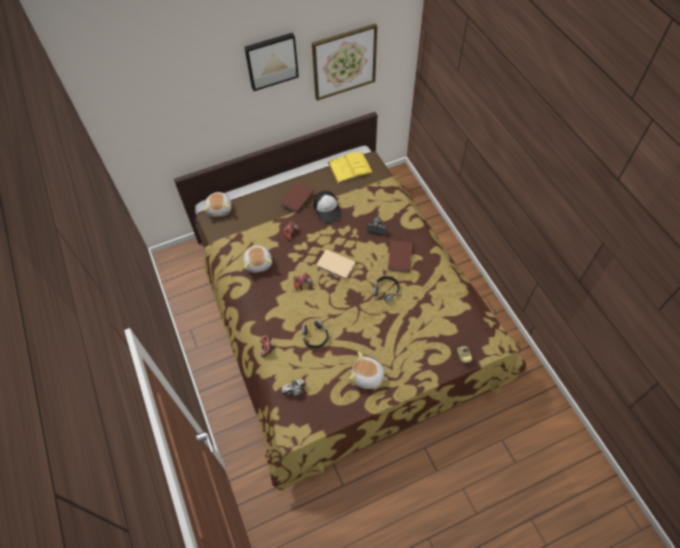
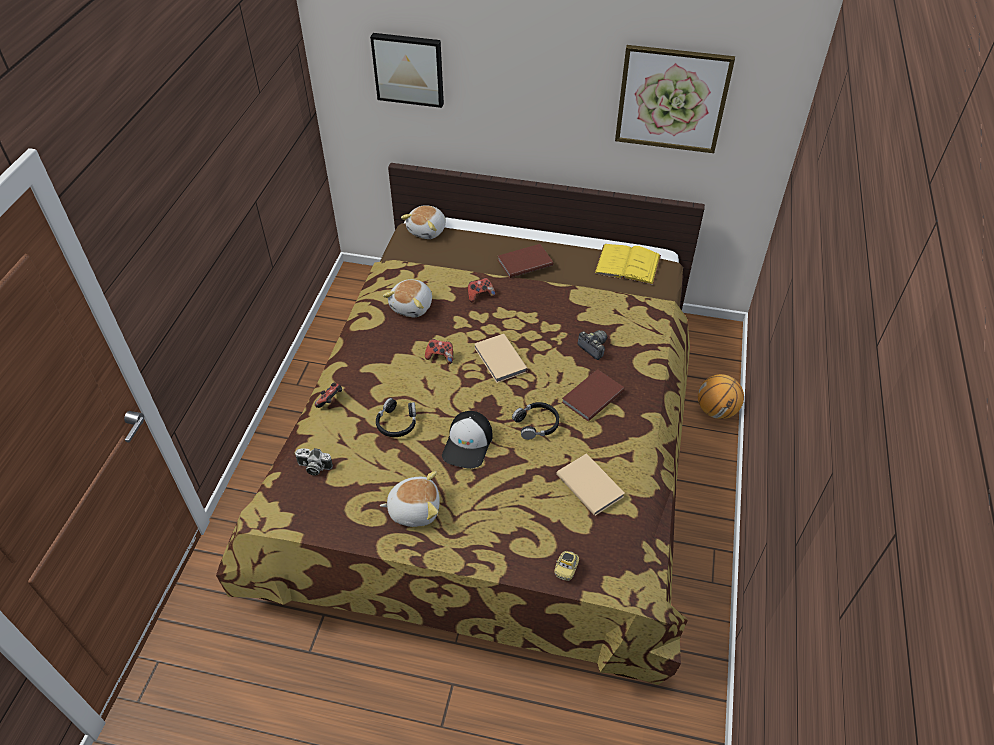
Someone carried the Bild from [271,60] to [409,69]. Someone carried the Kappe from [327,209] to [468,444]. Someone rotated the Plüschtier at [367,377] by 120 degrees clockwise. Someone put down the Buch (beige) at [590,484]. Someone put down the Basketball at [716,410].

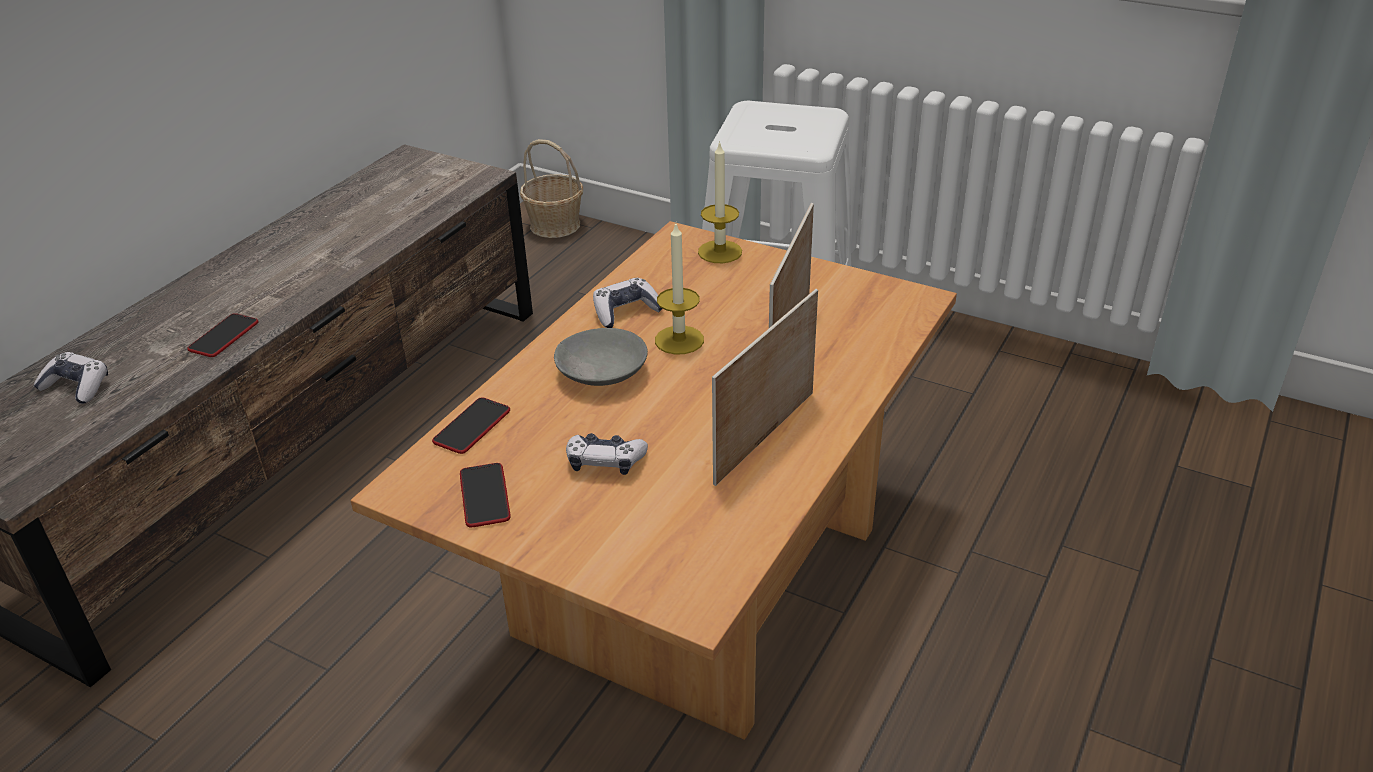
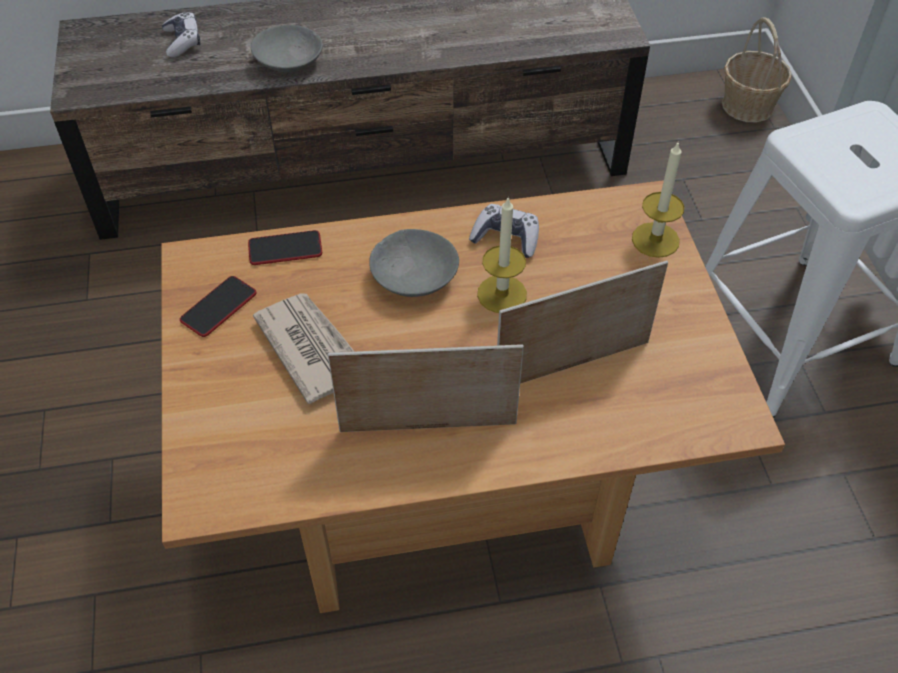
Someone swapped the Handy at [224,336] for the Schüssel (grau) at [290,60]. Someone swapped the Gamepad at [605,462] for the Zeitung at [311,348].

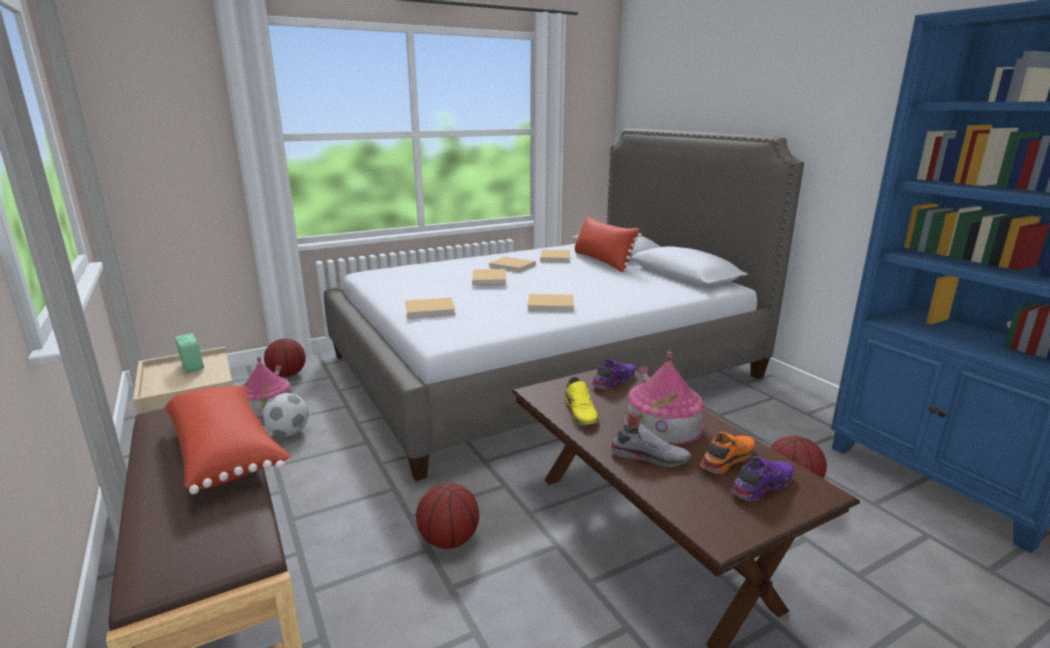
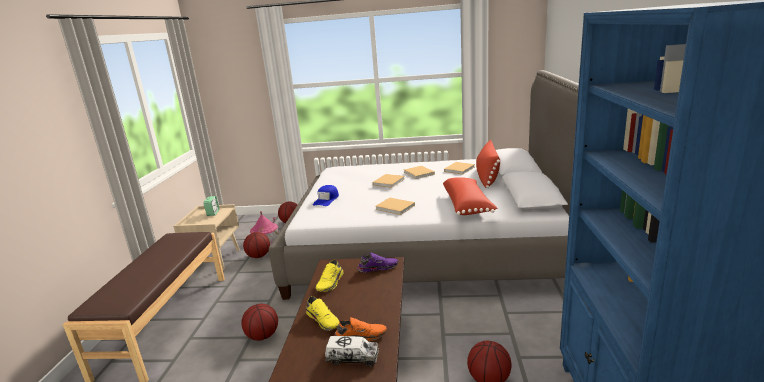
Someone carried the Kissen (rot) from [227,452] to [467,205]. Someone swapped the Fußball at [288,433] for the Basketball at [259,256]. Someone swapped the Buch (beige) at [431,310] for the Kappe (blau) at [326,200]. Someone repainted the Schuh (grau) at [649,456], which became the Schuh (gelb) at [324,320]. Someone took away the Spielzeughaus at [663,424]. Someone swapped the Schuh (lila) at [760,485] for the Spielzeuglaster at [352,358].

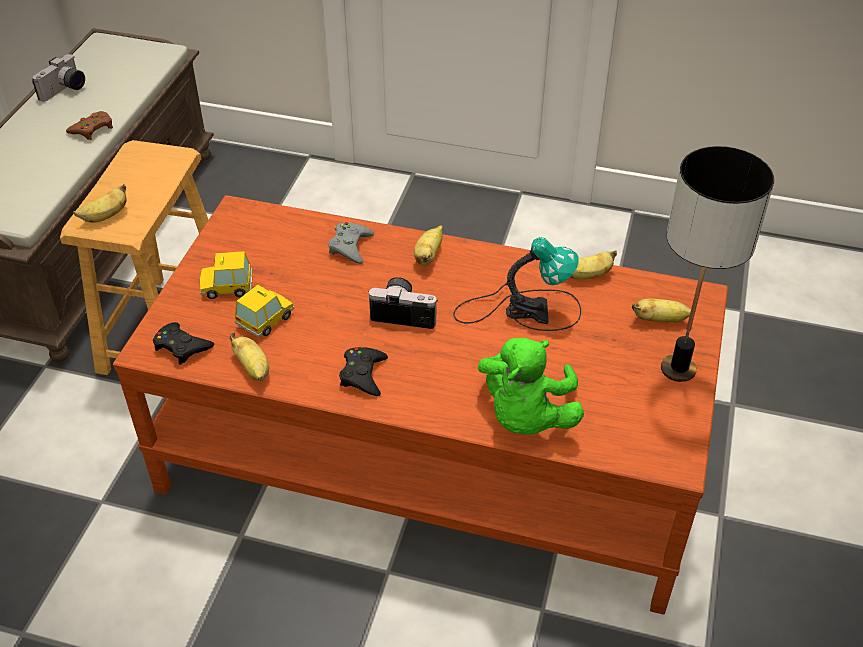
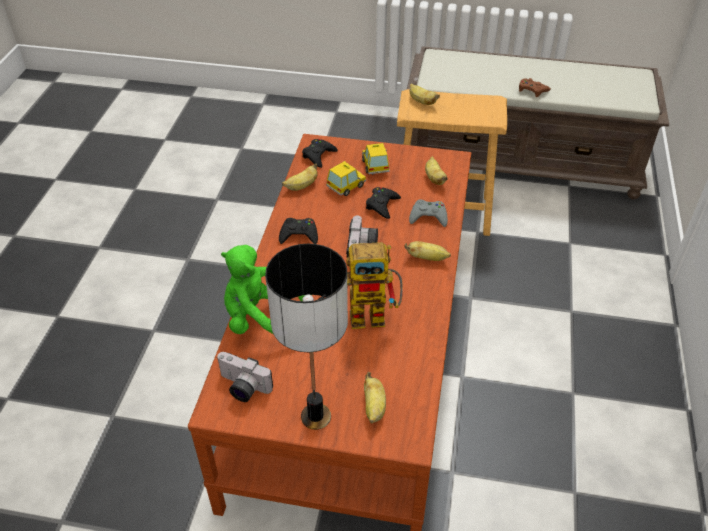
Someone carried the Kamera from [65,90] to [242,387]. Someone rotated the Spielzeugauto at [265,319] by 75 degrees counterclockwise. Someone swapped the Tischlampe at [522,308] for the Spielzeugroboter at [375,315]. Someone carried the Banane from [586,276] to [434,178]. Someone put down the Gamepad (schwarz) at [382,205].

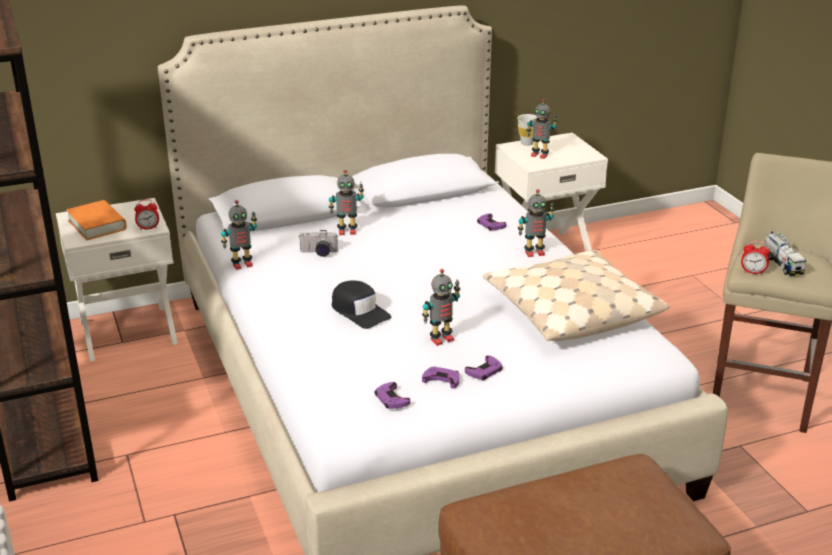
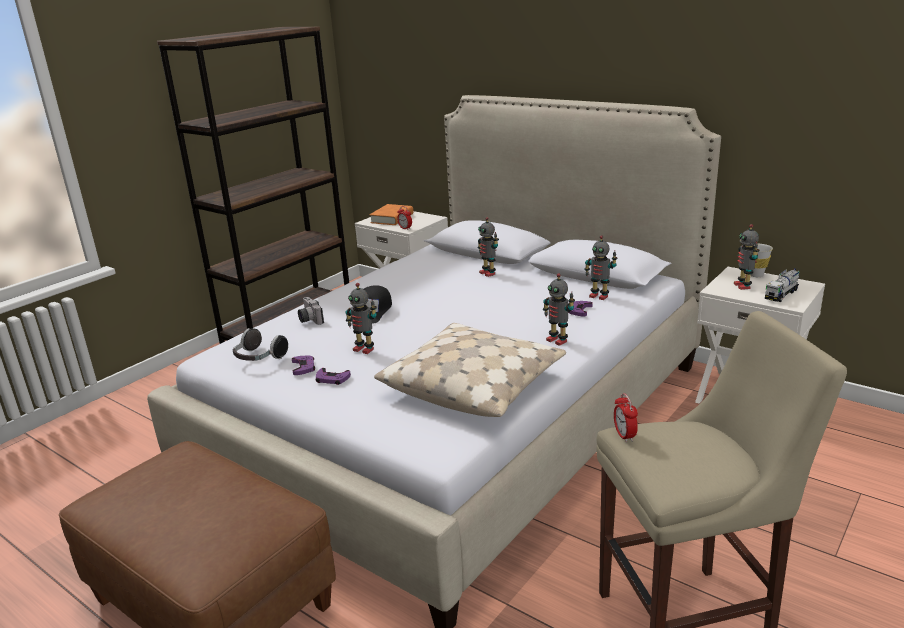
Someone carried the Spielzeugroboter from [242,264] to [599,296]. Someone carried the Kamera from [318,253] to [309,319]. Someone swapped the Gamepad (lila) at [391,399] for the Kopfhörer at [259,358]. Someone carried the Spielzeuglaster from [781,264] to [781,294].

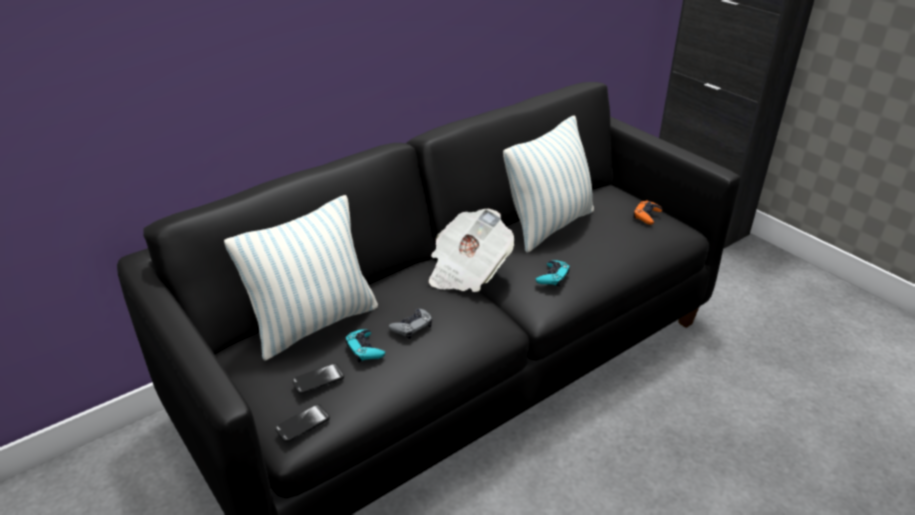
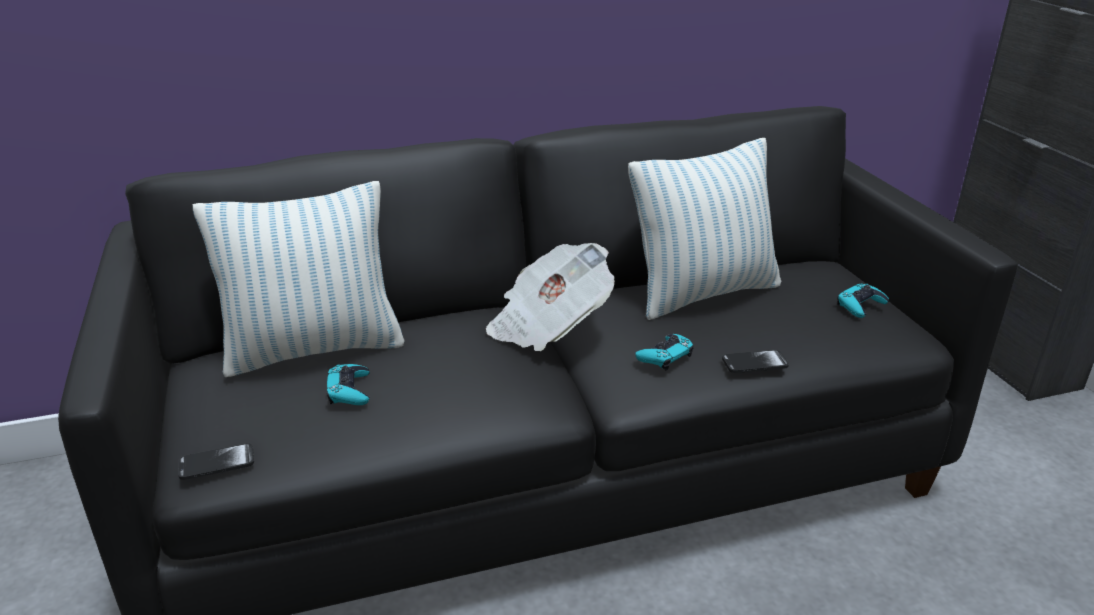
Someone carried the Handy from [318,379] to [754,363]. Someone took away the Gamepad (grau) at [412,326]. Someone repainted the Gamepad (orange) at [646,215], which became the Gamepad (türkis) at [860,305].

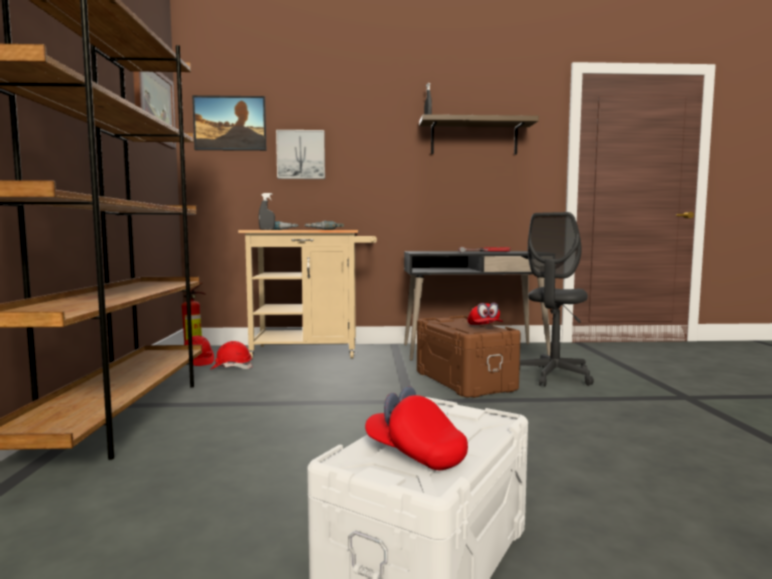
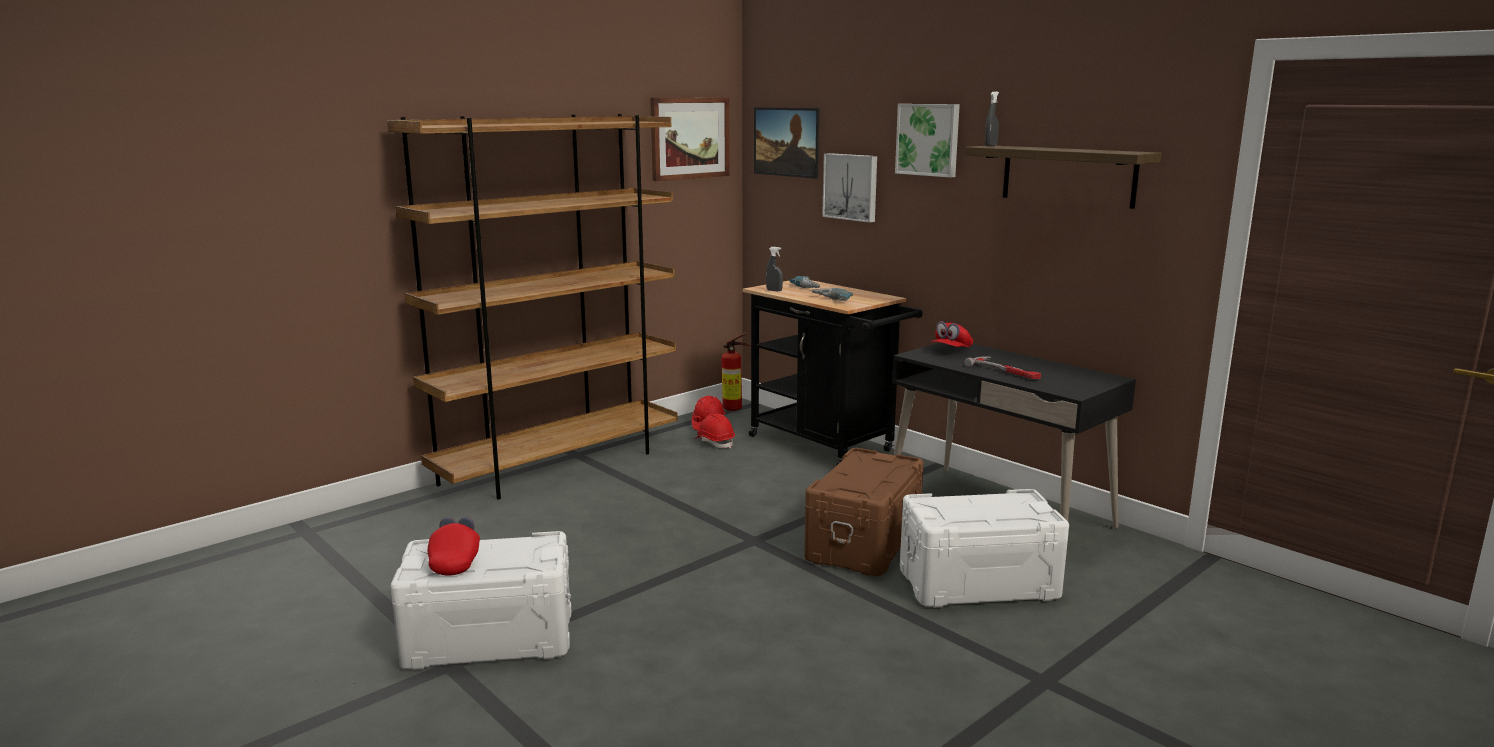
Someone repainted the Rollwagen (beige) at [313,351], which became the Rollwagen (schwarz) at [827,445]. Someone carried the Kappe (rot) from [484,327] to [951,350]. Someone swapped the Bürostuhl (grau) at [553,376] for the Aufbewahrungsbox (weiß) at [977,582]. Someone put up the Bild at [928,139].

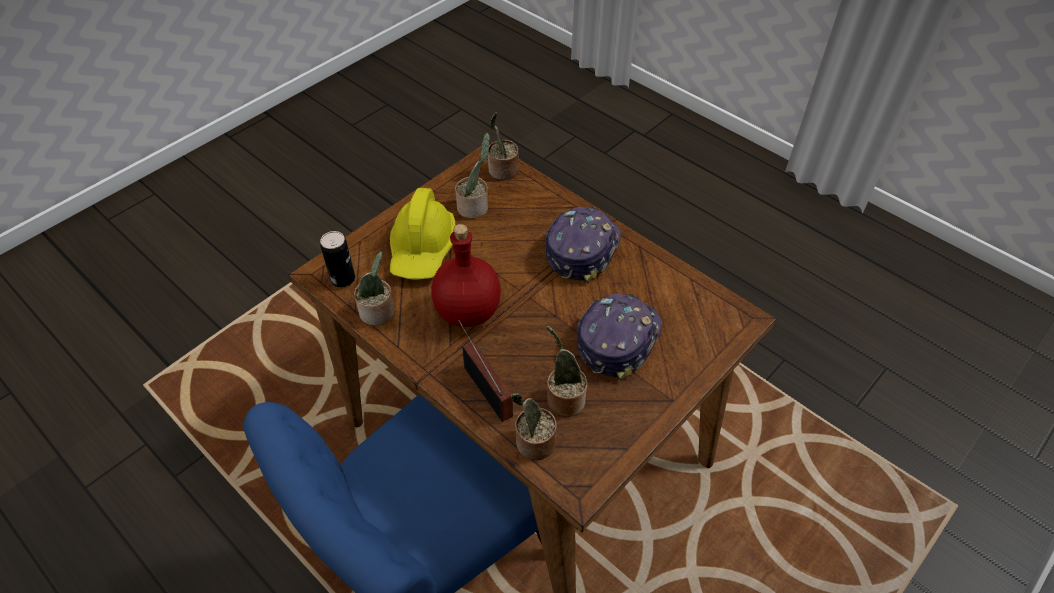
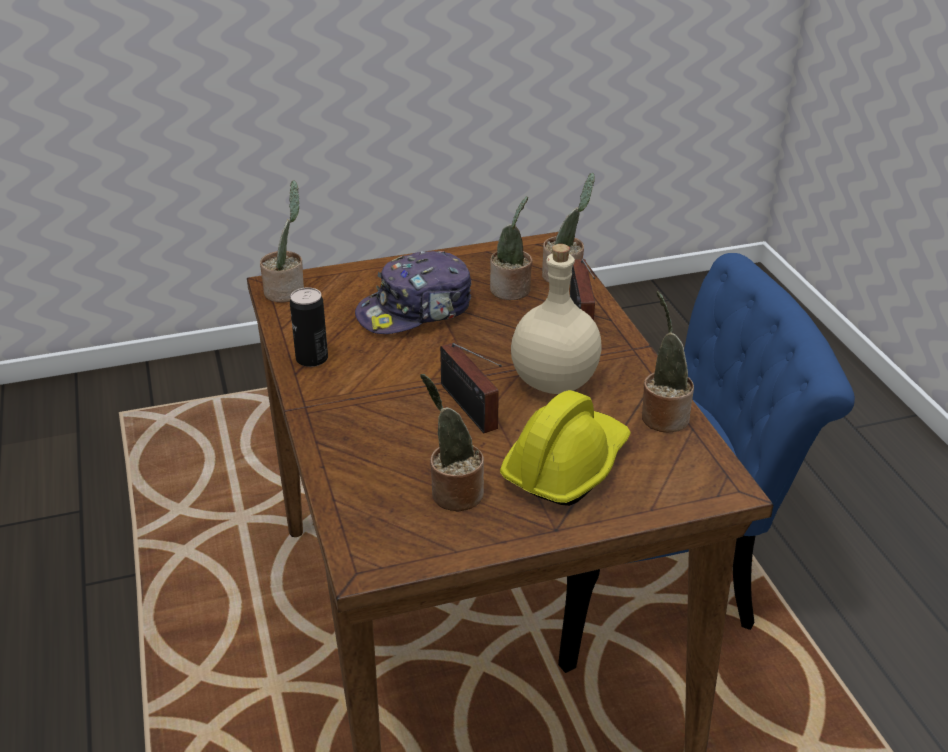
Someone carried the Dose from [343,279] to [312,359]. Someone repainted the Flasche (rot) at [468,311], which became the Flasche (beige) at [553,382]. Someone carried the Topfpflanze from [502,171] to [287,291]. Someone took away the Kappe at [581,249]. Someone put down the Radio at [470,410].

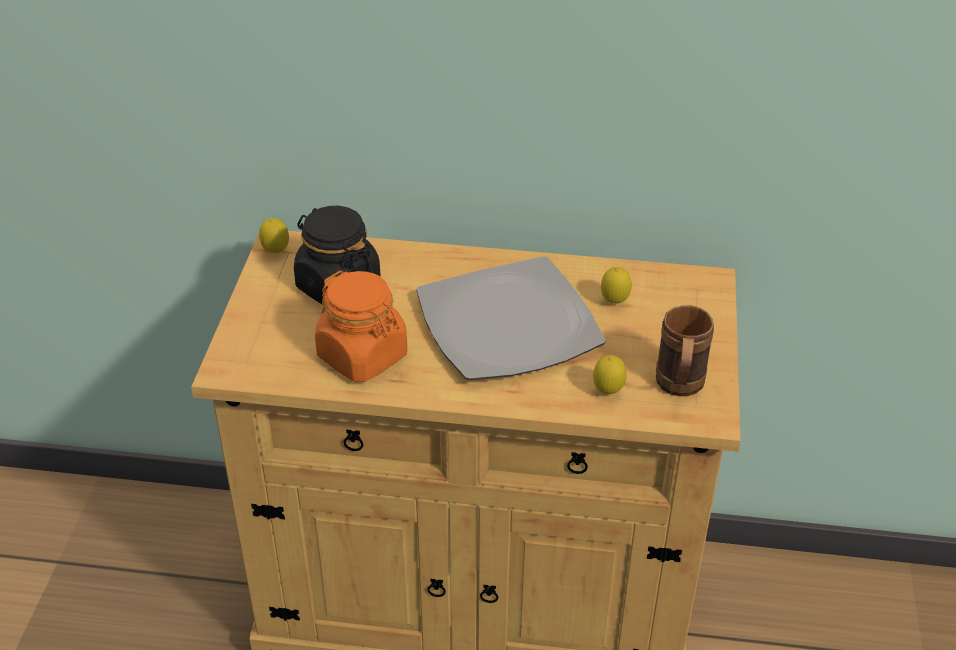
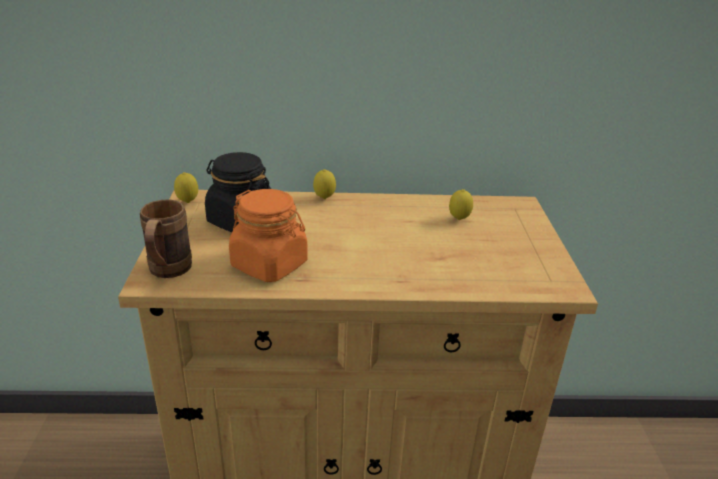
Someone took away the Teller at [507,326]. Someone carried the Zitrone from [608,392] to [324,199]. Someone carried the Henkelbecher (braun) from [679,389] to [167,273].

